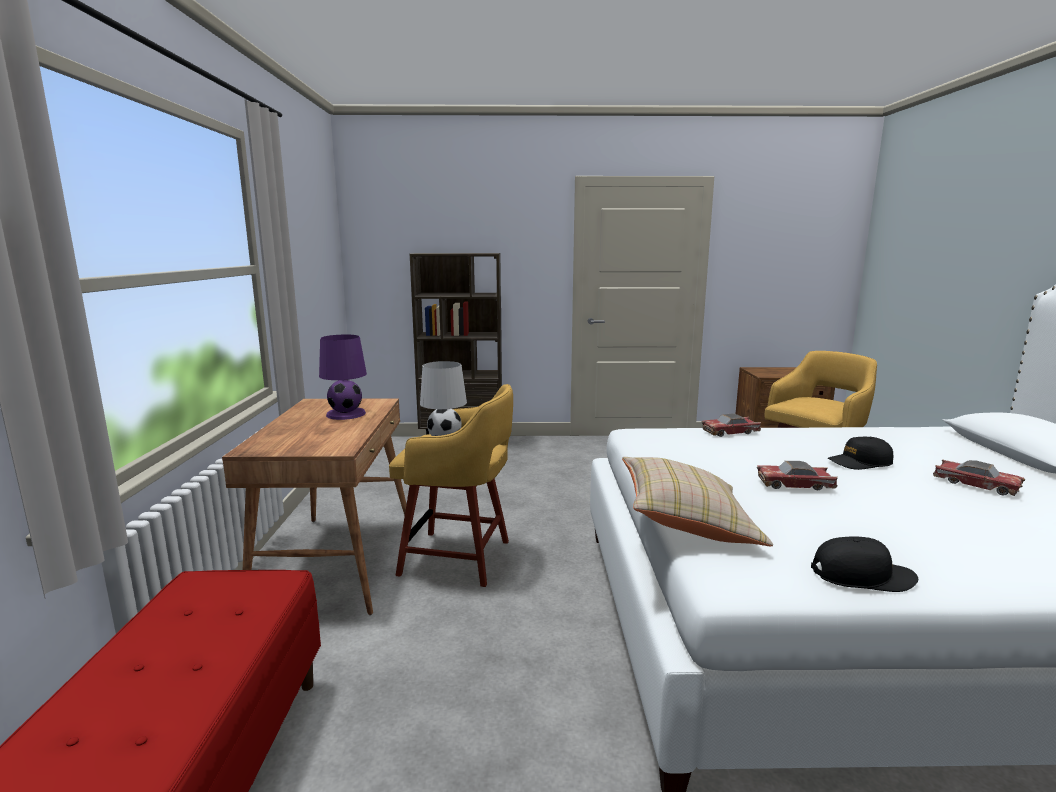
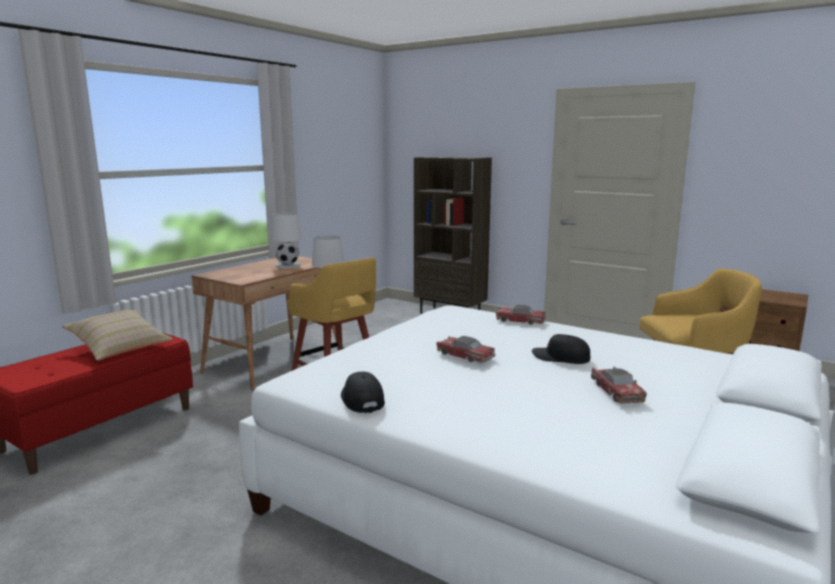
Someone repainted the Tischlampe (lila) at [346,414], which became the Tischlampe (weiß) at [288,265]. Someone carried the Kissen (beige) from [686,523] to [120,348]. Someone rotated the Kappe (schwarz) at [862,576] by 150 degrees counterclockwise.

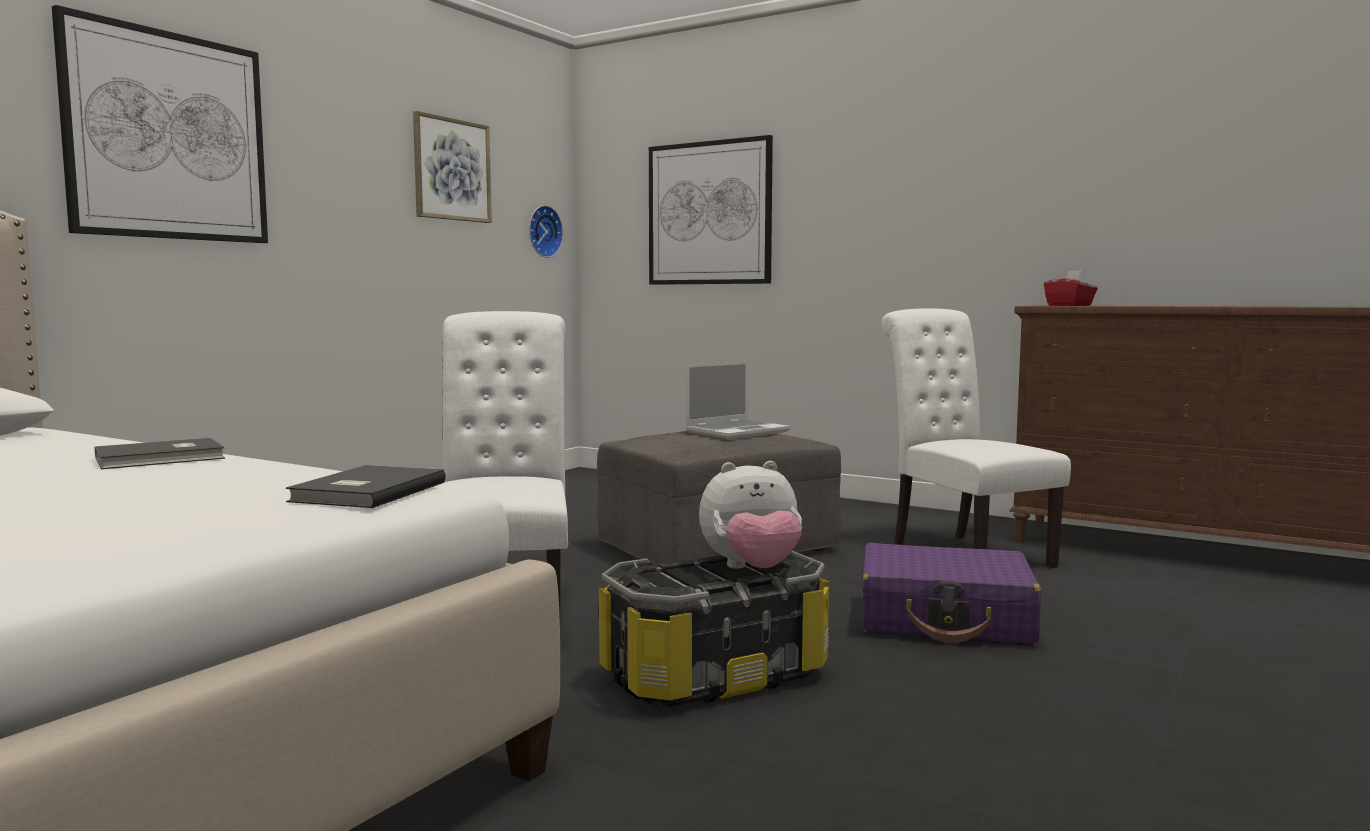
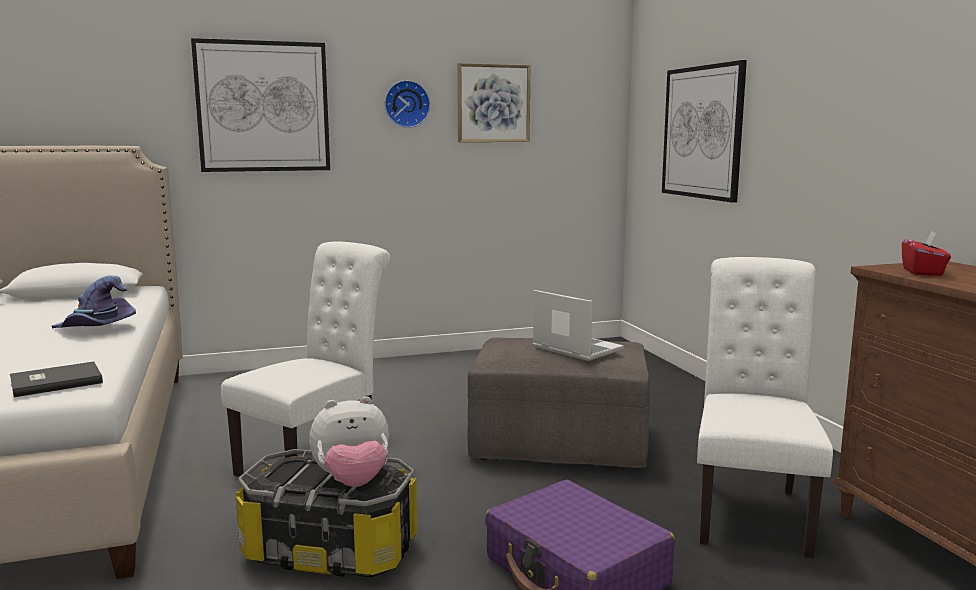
Someone swapped the Buch (grau) at [162,458] for the Hut (lila) at [96,329]. Someone carried the Wanduhr from [542,231] to [406,104]. Someone rotated the Laptop at [737,432] by 135 degrees counterclockwise. Someone rotated the Plüschtier at [752,570] by 45 degrees counterclockwise.

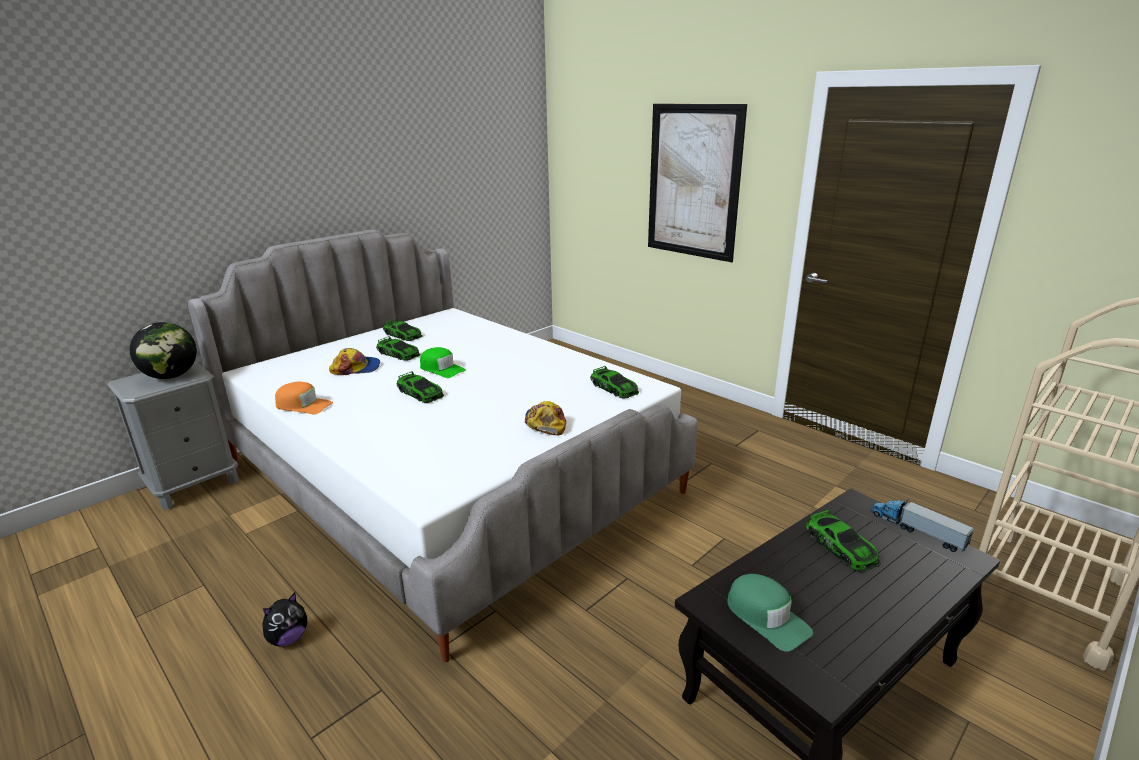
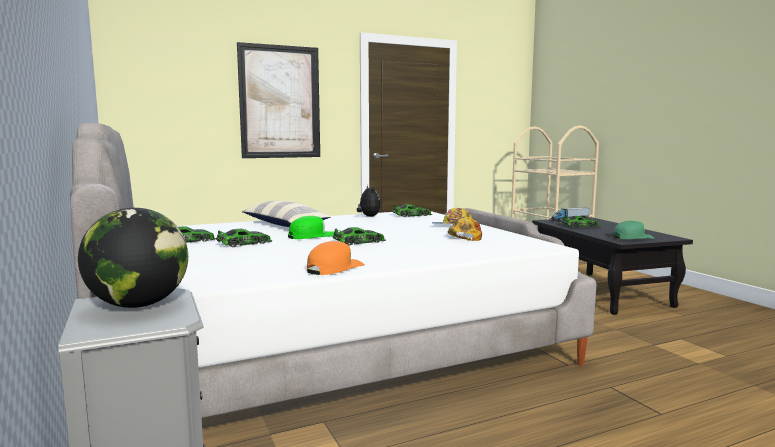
Someone carried the Plüschtier from [288,638] to [368,216]. Someone carried the Kappe from [356,368] to [465,237]. Someone put down the Kissen at [284,225].

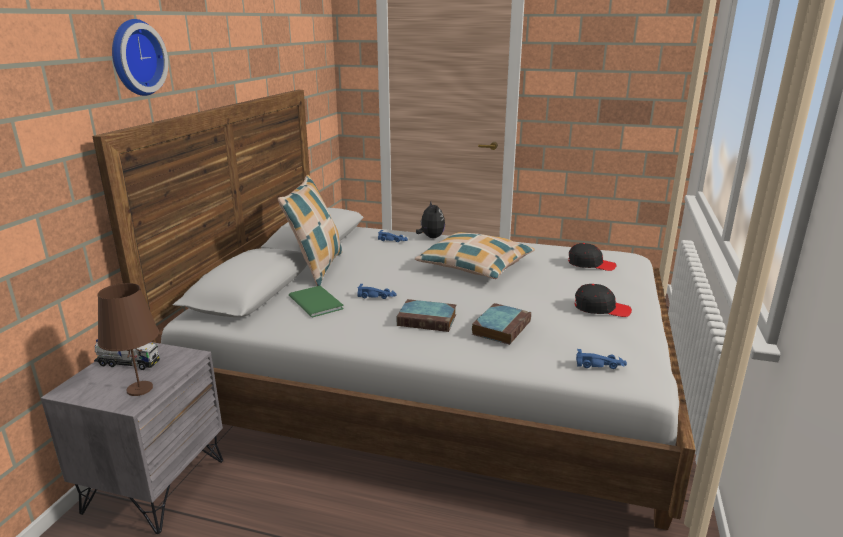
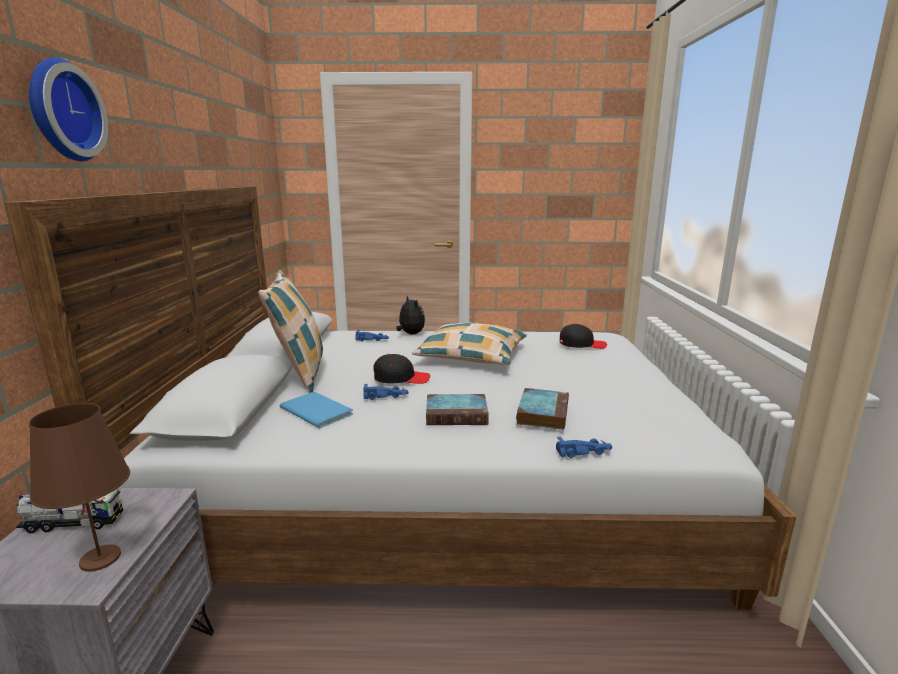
Someone repainted the Buch (grün) at [316,301], which became the Buch (blau) at [317,410]. Someone carried the Kappe (schwarz) from [601,308] to [401,378]. Someone carried the Spielzeugauto (blau) from [600,365] to [584,452].

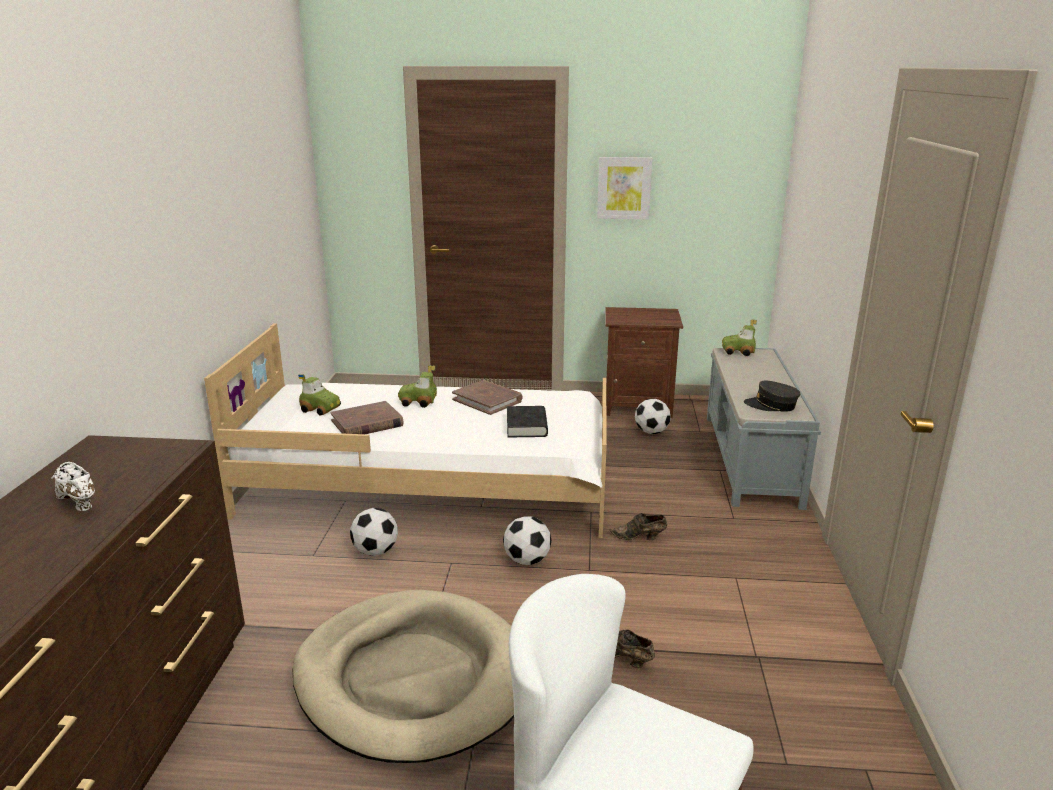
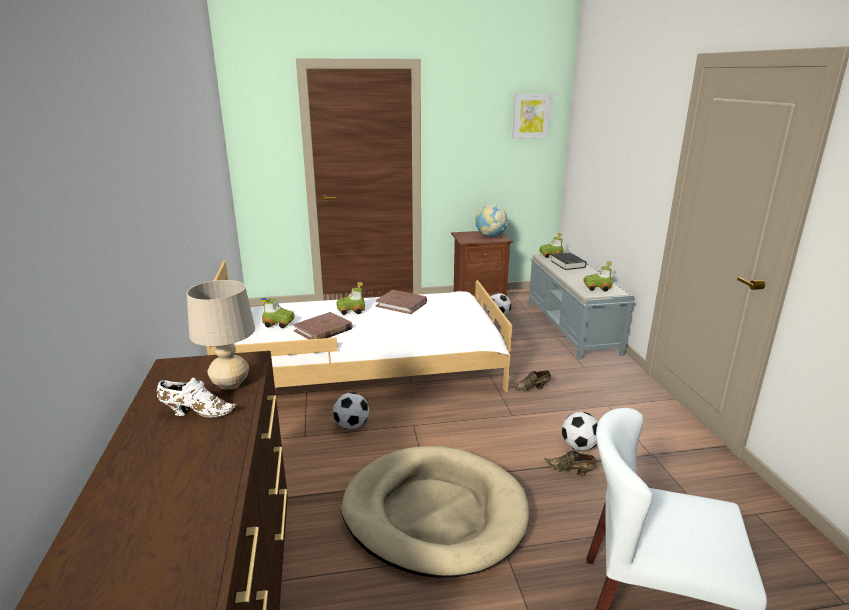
Someone rotated the Schuh (weiß) at [77,502] by 150 degrees clockwise. Someone carried the Fußball from [527,560] to [579,446]. Someone carried the Buch (schwarz) from [526,426] to [567,264]. Someone carried the Bild from [624,188] to [531,116]. Someone swapped the Kappe (grau) at [771,405] for the Spielzeugauto at [597,288]. Someone put down the Tischlampe (beige) at [230,384]. Someone put down the Globus at [490,236].

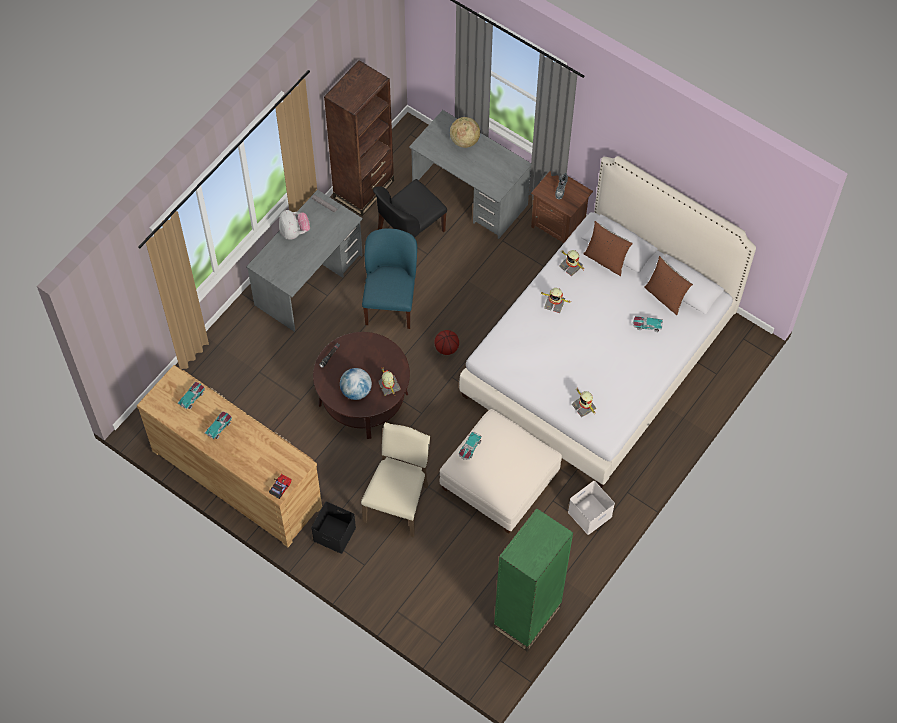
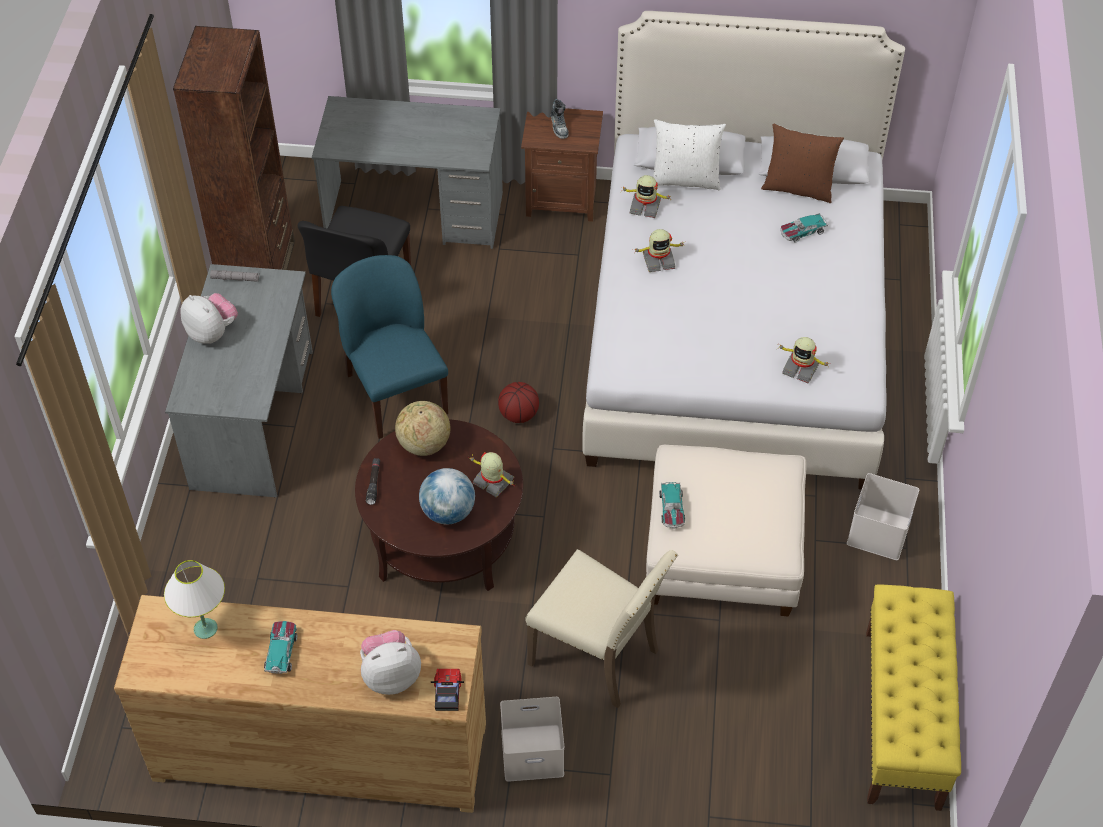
Someone swapped the Spielzeugauto at [192,397] for the Tischlampe (weiß) at [205,629]. Someone repainted the Aufbewahrungsbox (schwarz) at [333,534], which became the Aufbewahrungsbox (weiß) at [531,754]. Someone rotated the Stuhl (beige) at [398,502] by 135 degrees clockwise. Someone carried the Globus from [464,140] to [424,444]. Someone swapped the Bücherregal (grün) at [527,617] for the Bank (gelb) at [902,719]. Someone repainted the Kissen (braun) at [606,259], which became the Kissen (weiß) at [685,179]. Someone put down the Plüschtier at [391,675].

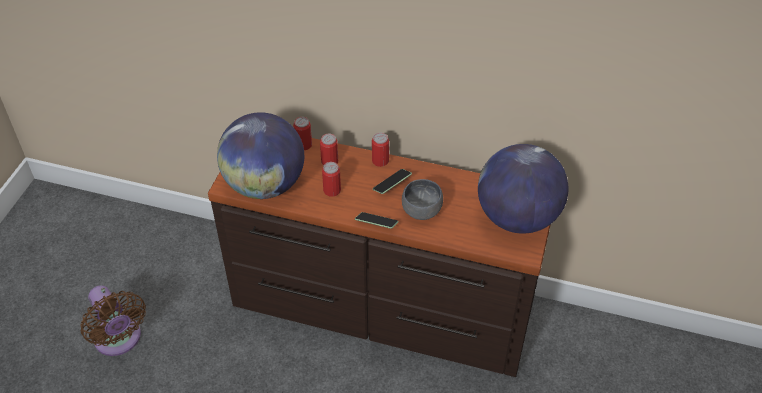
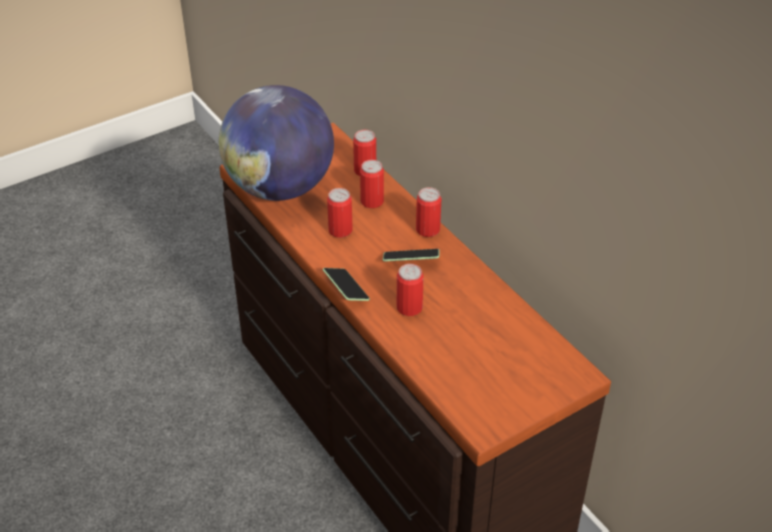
Someone took away the Ventilator (braun) at [119,340]. Someone swapped the Schüssel (grau) at [421,212] for the Dose at [409,307]. Someone took away the Globus at [517,217].

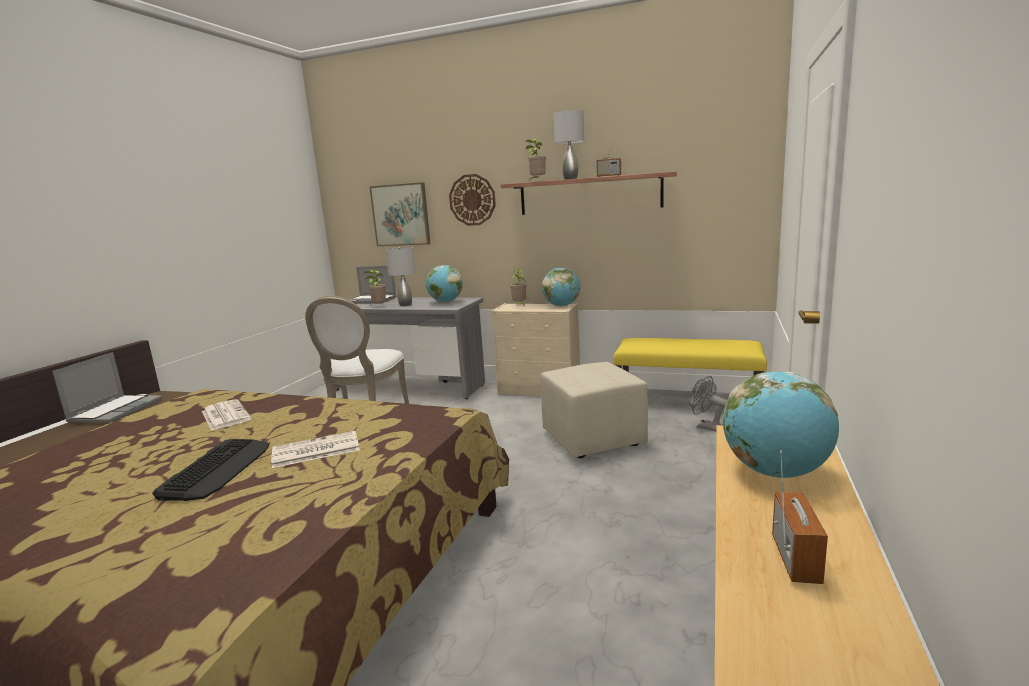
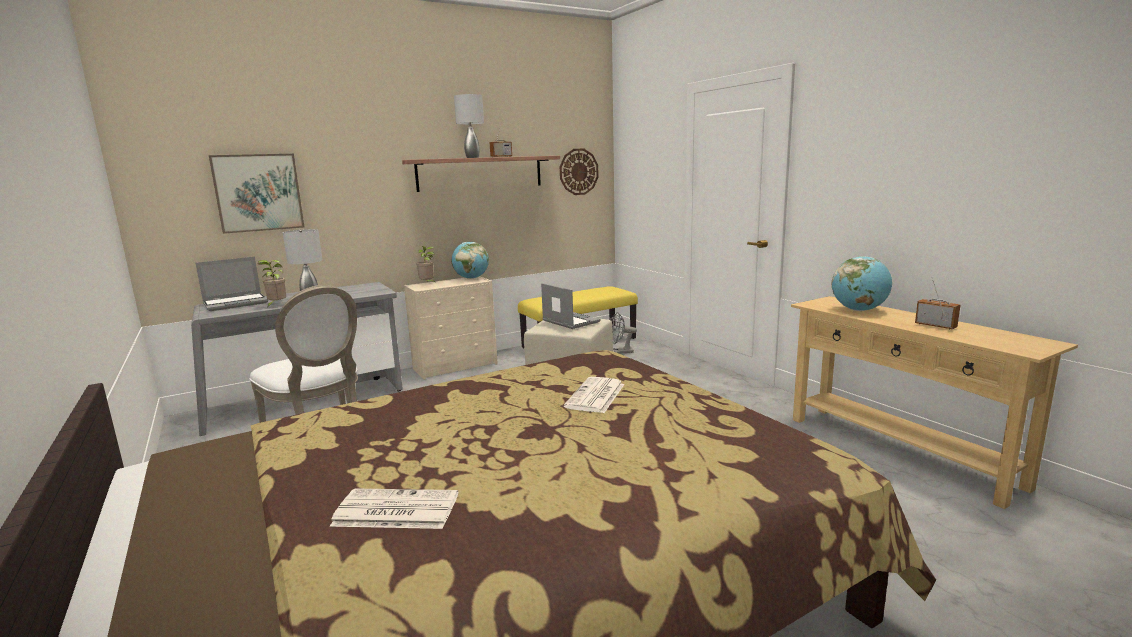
Someone carried the Laptop from [116,410] to [569,321]. Someone took away the Tastatur at [217,469]. Someone carried the Zeitung from [225,415] to [394,510]. Someone took away the Globus at [445,302]. Someone carried the Wanduhr from [472,200] to [578,171]. Someone took away the Topfpflanze at [537,181].

